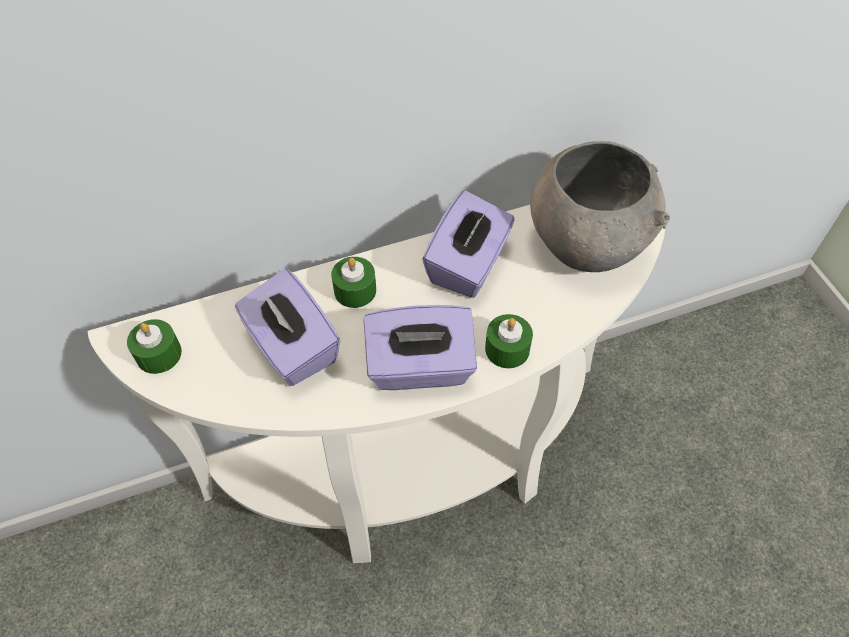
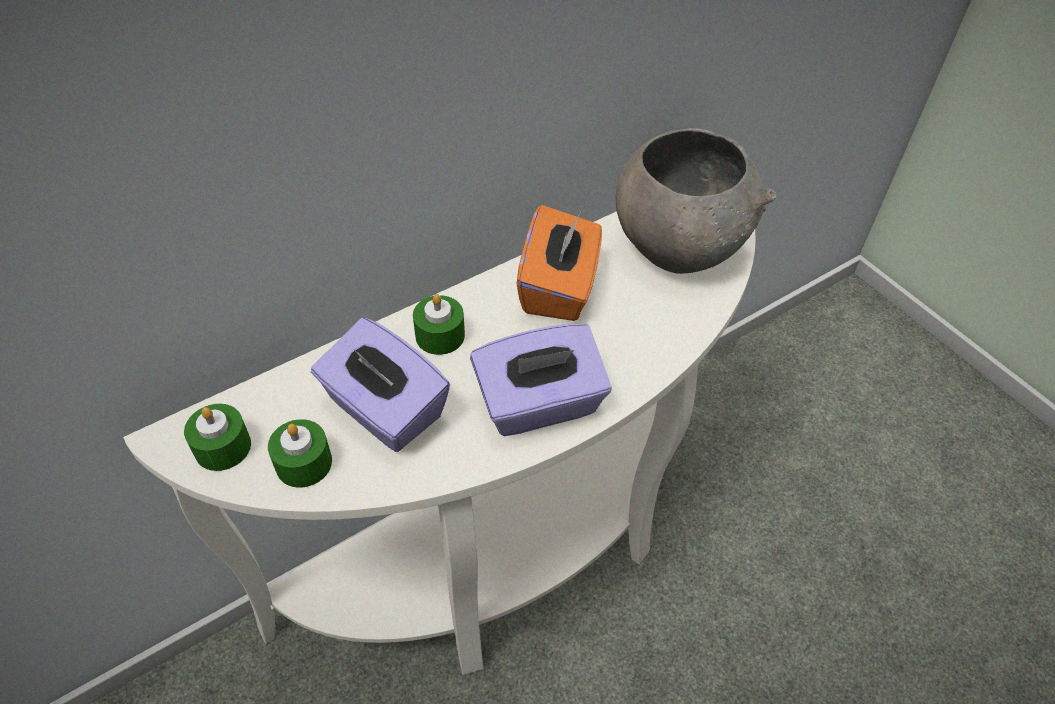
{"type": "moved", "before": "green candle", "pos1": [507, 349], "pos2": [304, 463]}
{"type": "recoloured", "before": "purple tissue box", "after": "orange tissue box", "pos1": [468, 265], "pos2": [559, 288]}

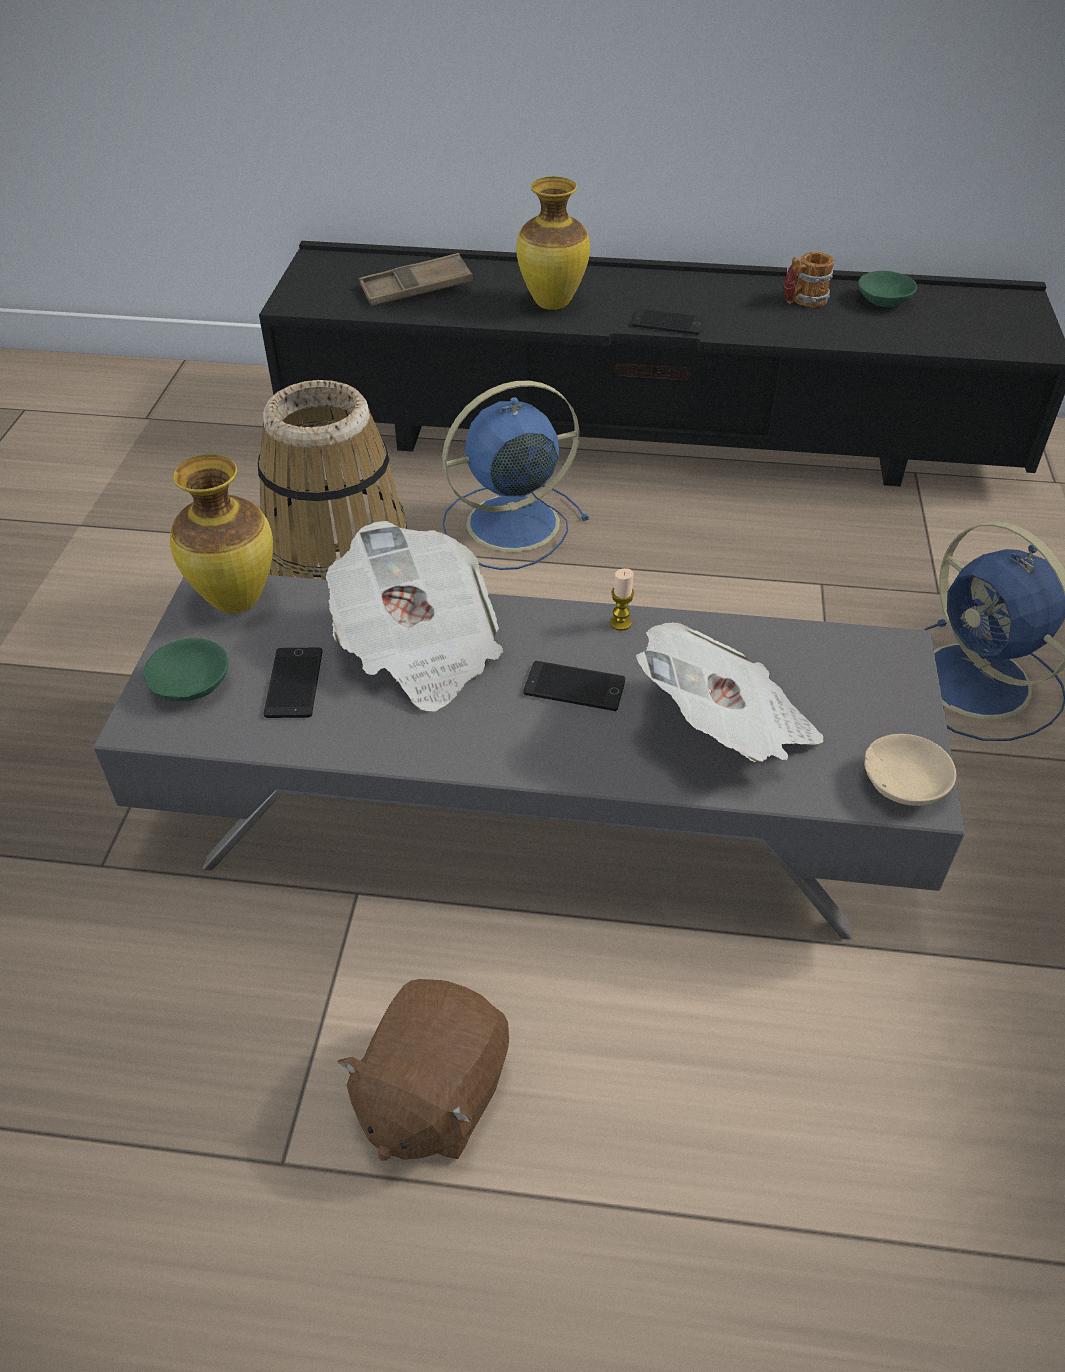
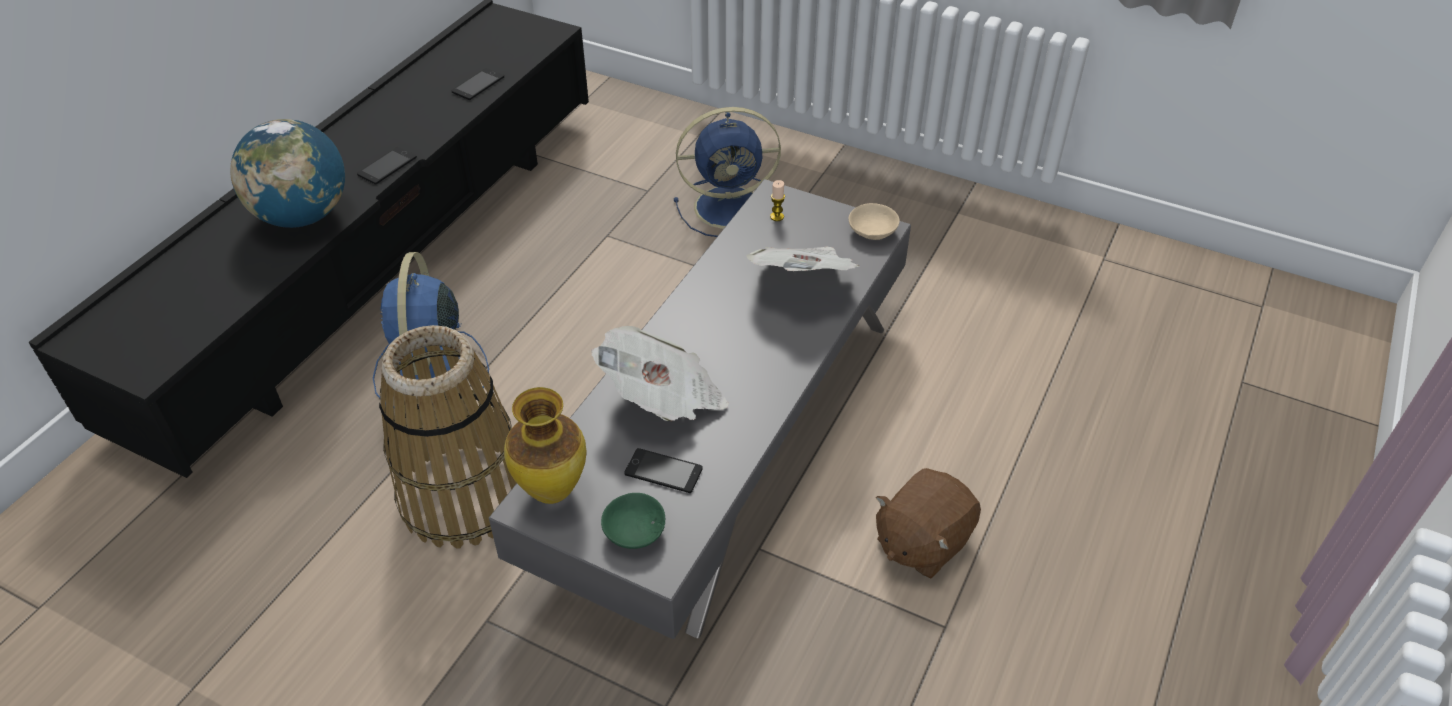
{"type": "removed", "before": "brown tray", "pos1": [416, 289]}
{"type": "removed", "before": "mug", "pos1": [803, 301]}
{"type": "removed", "before": "green bowl", "pos1": [885, 300]}
{"type": "moved", "before": "phone", "pos1": [574, 687], "pos2": [478, 85]}
{"type": "moved", "before": "candle", "pos1": [620, 623], "pos2": [777, 217]}
{"type": "replaced", "before": "vase", "after": "globe", "pos1": [551, 304], "pos2": [303, 216]}
{"type": "turned", "before": "brown plush toy", "pos1": [432, 1094], "pos2": [921, 542], "turn": 90}

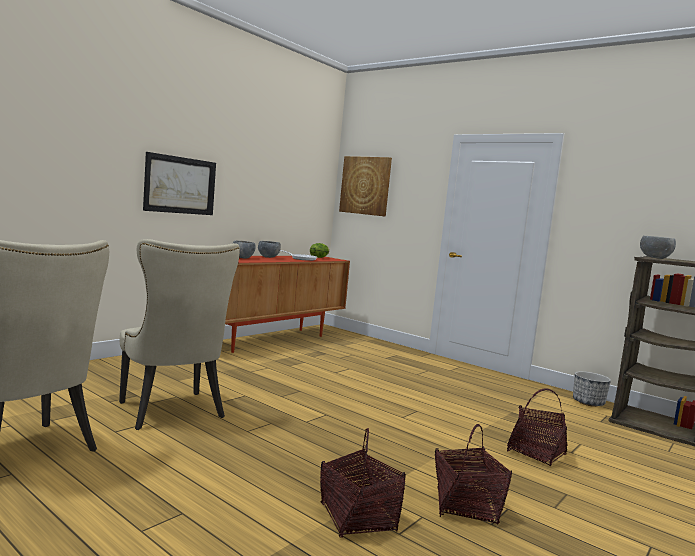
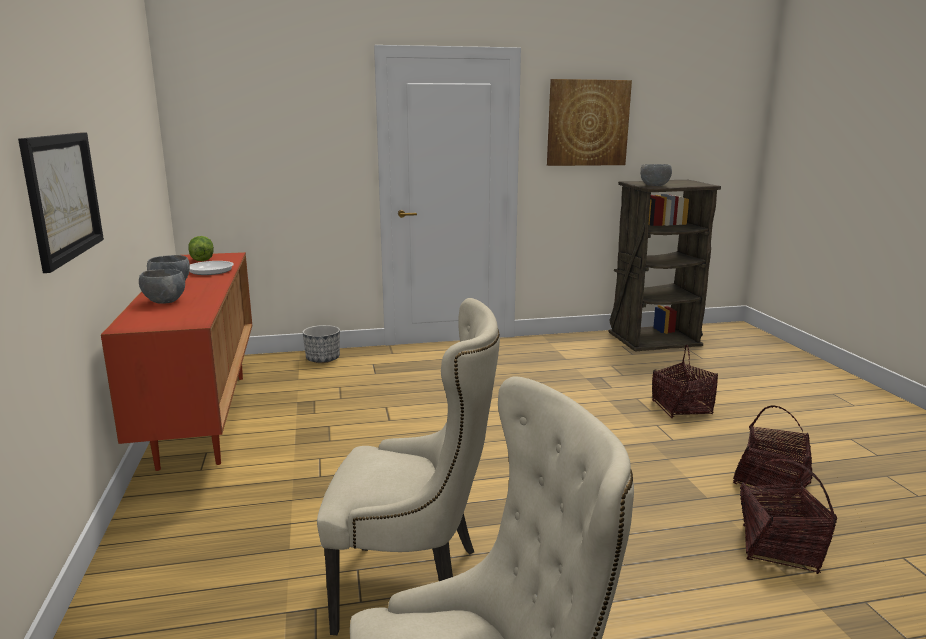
{"type": "moved", "before": "picture", "pos1": [365, 185], "pos2": [587, 123]}
{"type": "moved", "before": "planter", "pos1": [588, 403], "pos2": [323, 359]}

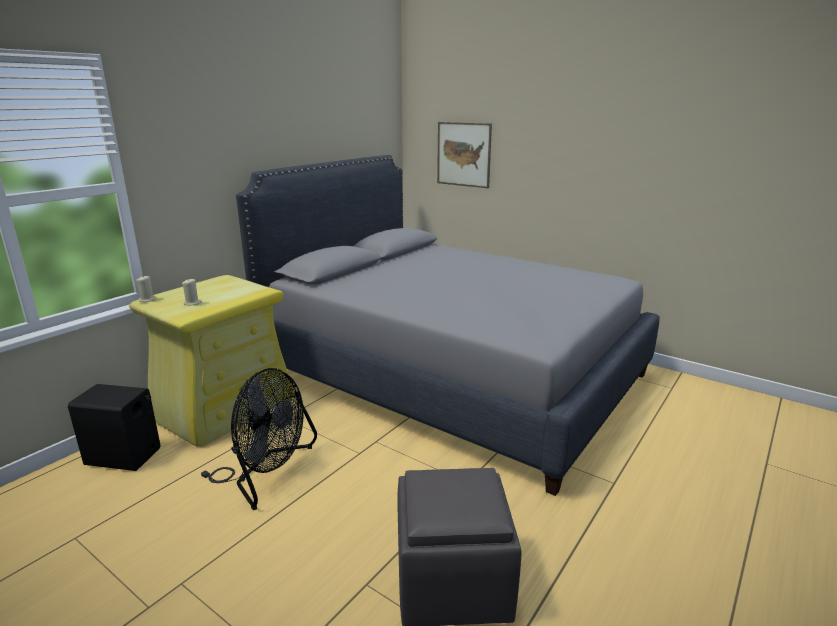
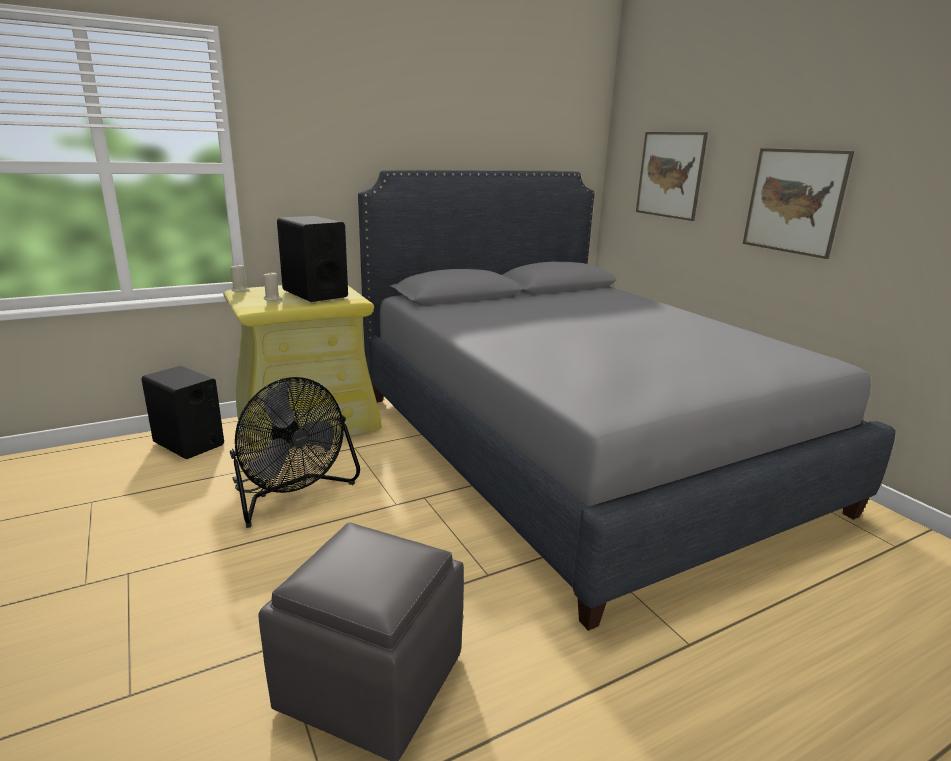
{"type": "added", "after": "black speaker", "pos2": [314, 293]}
{"type": "added", "after": "picture", "pos2": [794, 201]}

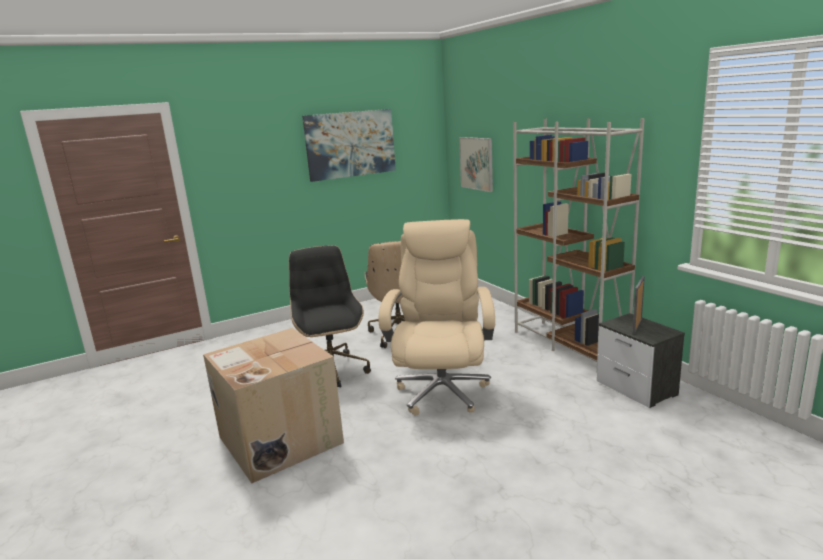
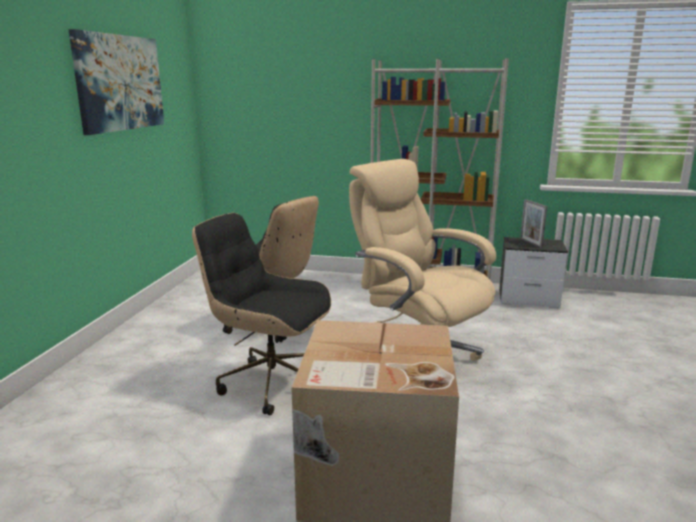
{"type": "removed", "before": "picture", "pos1": [476, 163]}

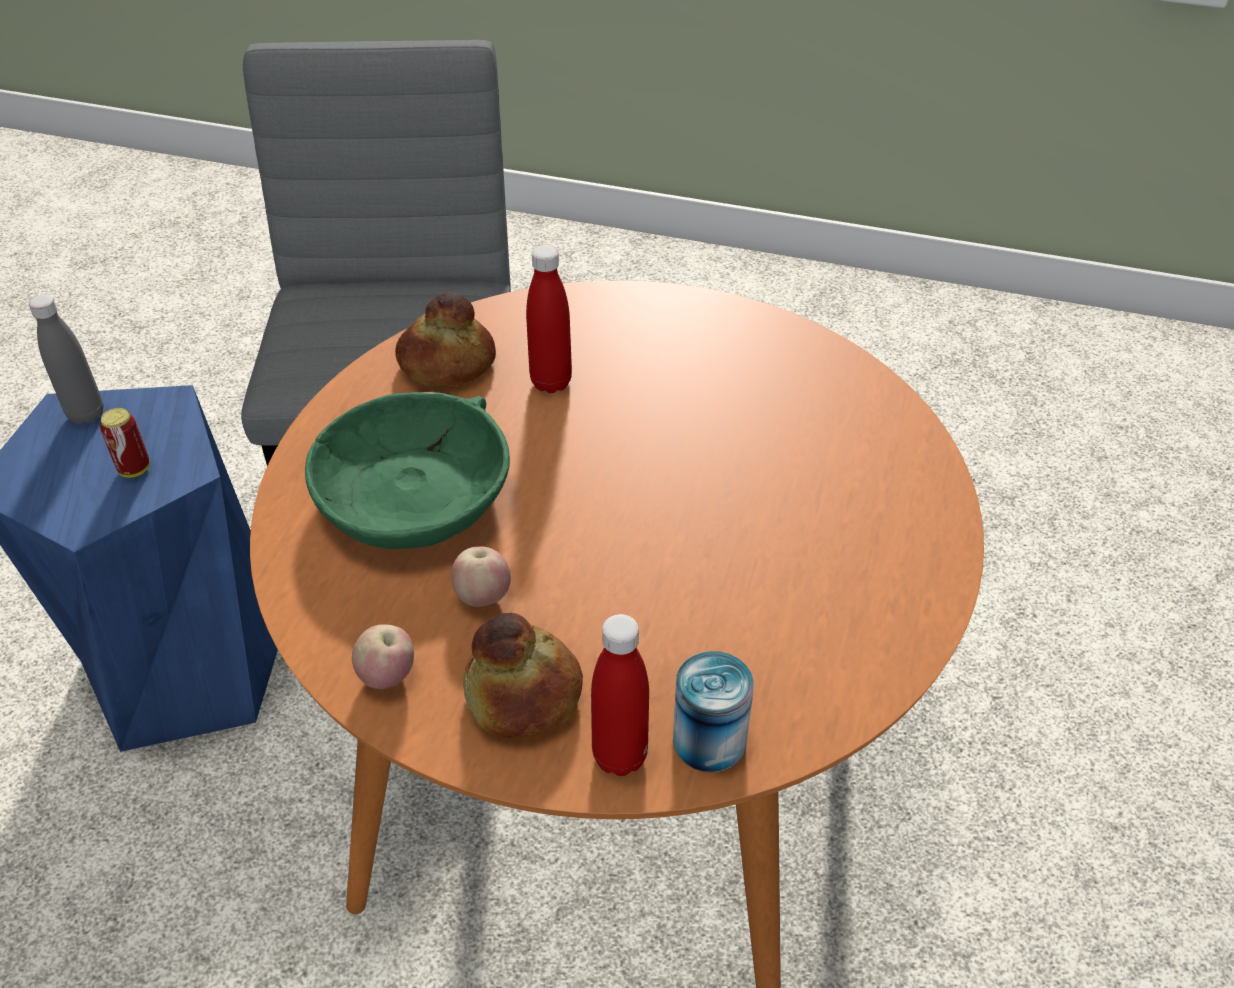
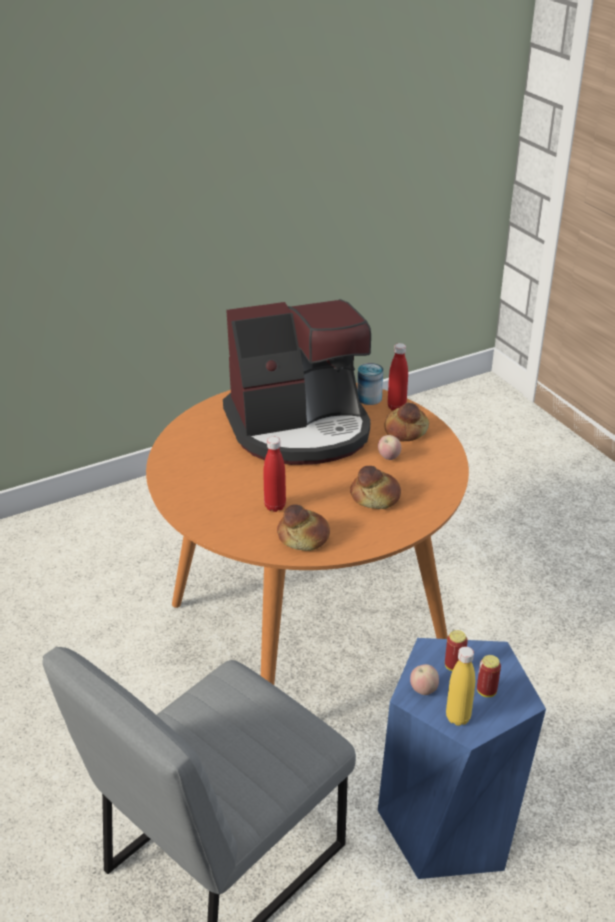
{"type": "added", "after": "coffee machine", "pos2": [300, 429]}
{"type": "added", "after": "can", "pos2": [486, 691]}
{"type": "moved", "before": "apple", "pos1": [387, 676], "pos2": [423, 690]}
{"type": "replaced", "before": "green bowl", "after": "bread", "pos1": [413, 494], "pos2": [375, 498]}
{"type": "recoloured", "before": "grey bottle", "after": "yellow bottle", "pos1": [86, 414], "pos2": [458, 717]}

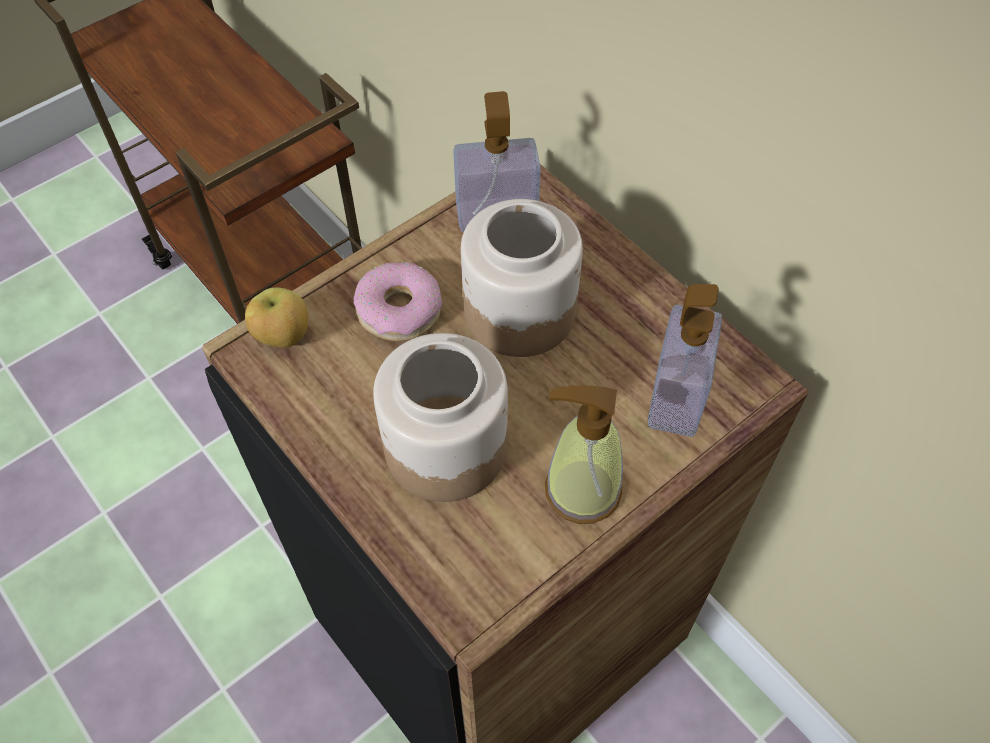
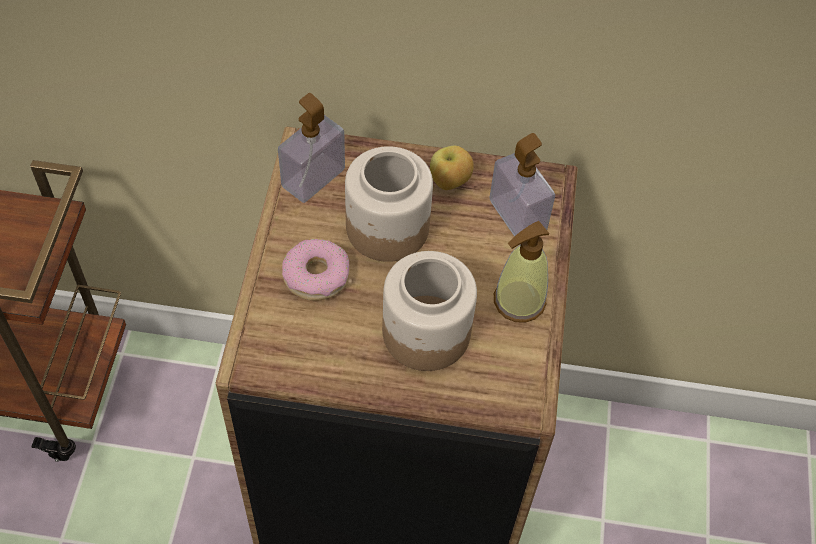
{"type": "moved", "before": "apple", "pos1": [283, 337], "pos2": [449, 182]}

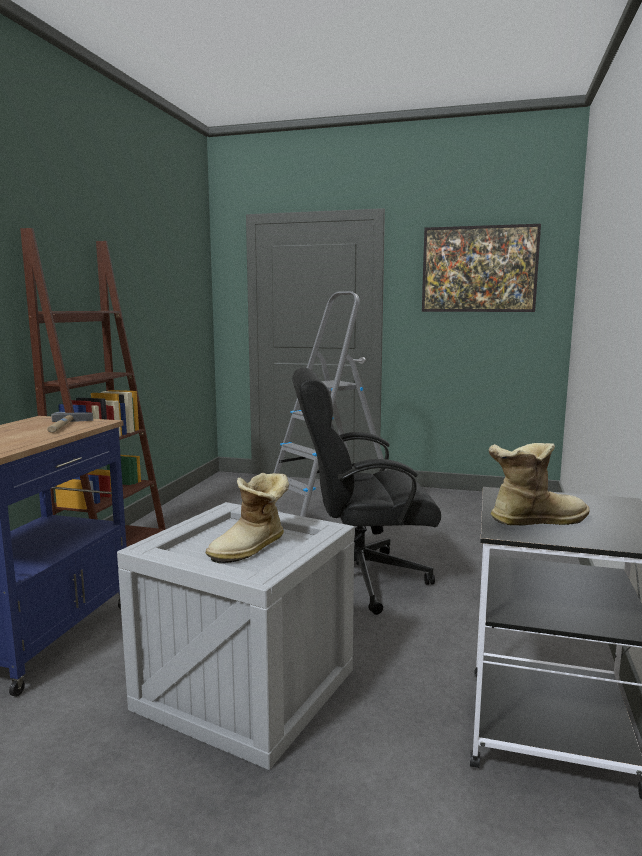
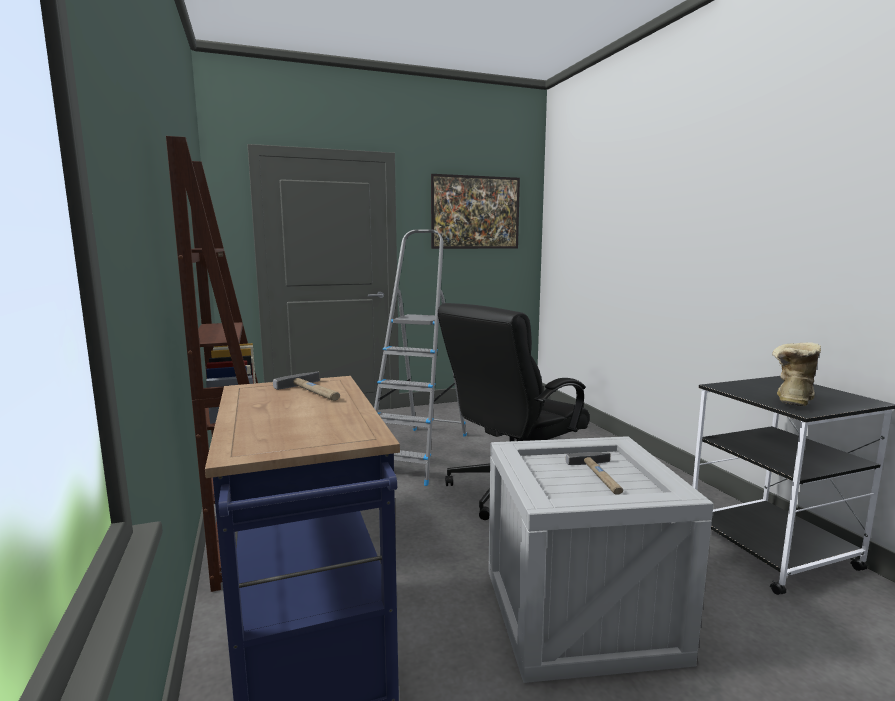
{"type": "replaced", "before": "boot", "after": "hammer", "pos1": [251, 549], "pos2": [602, 476]}

